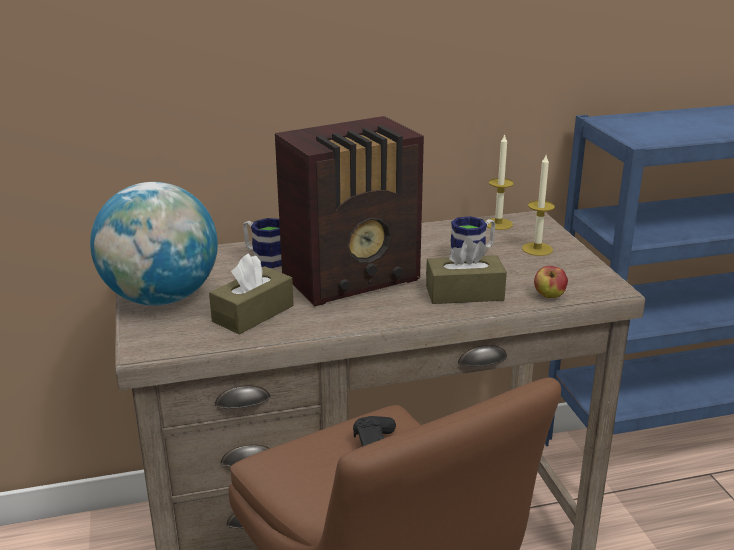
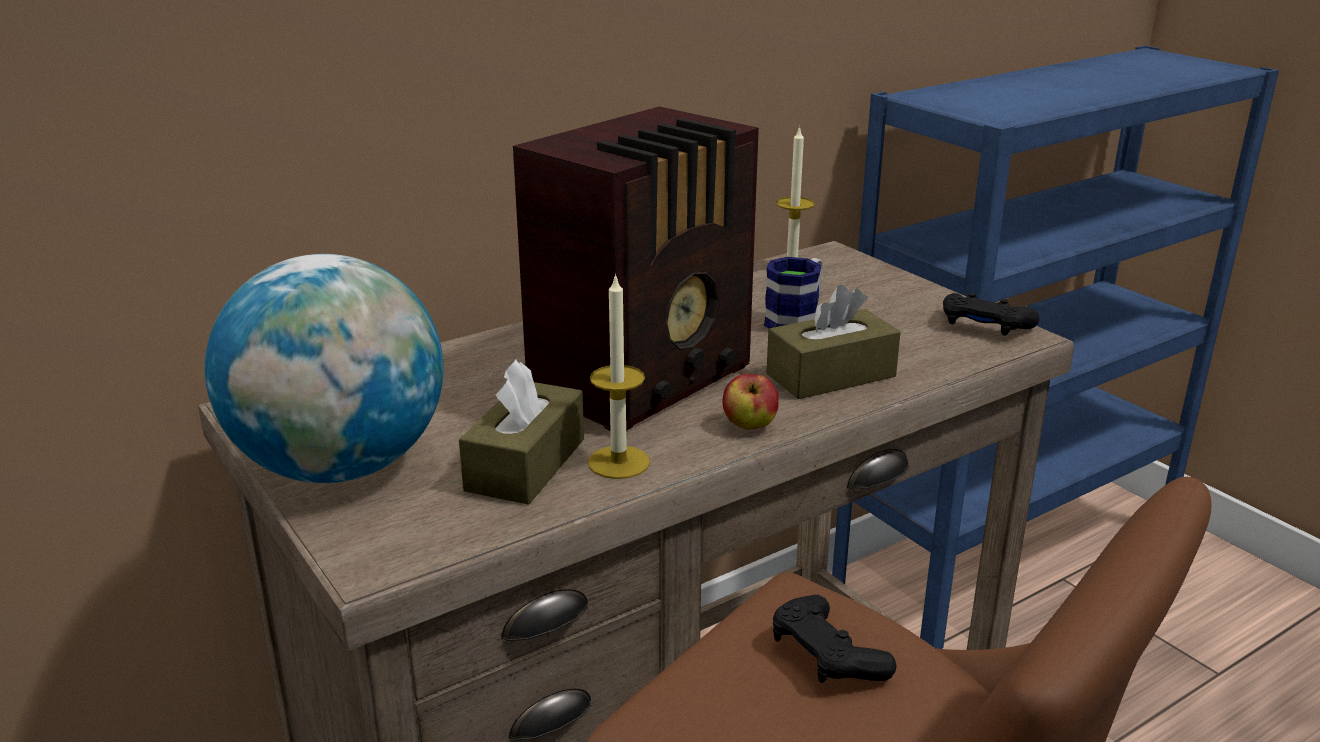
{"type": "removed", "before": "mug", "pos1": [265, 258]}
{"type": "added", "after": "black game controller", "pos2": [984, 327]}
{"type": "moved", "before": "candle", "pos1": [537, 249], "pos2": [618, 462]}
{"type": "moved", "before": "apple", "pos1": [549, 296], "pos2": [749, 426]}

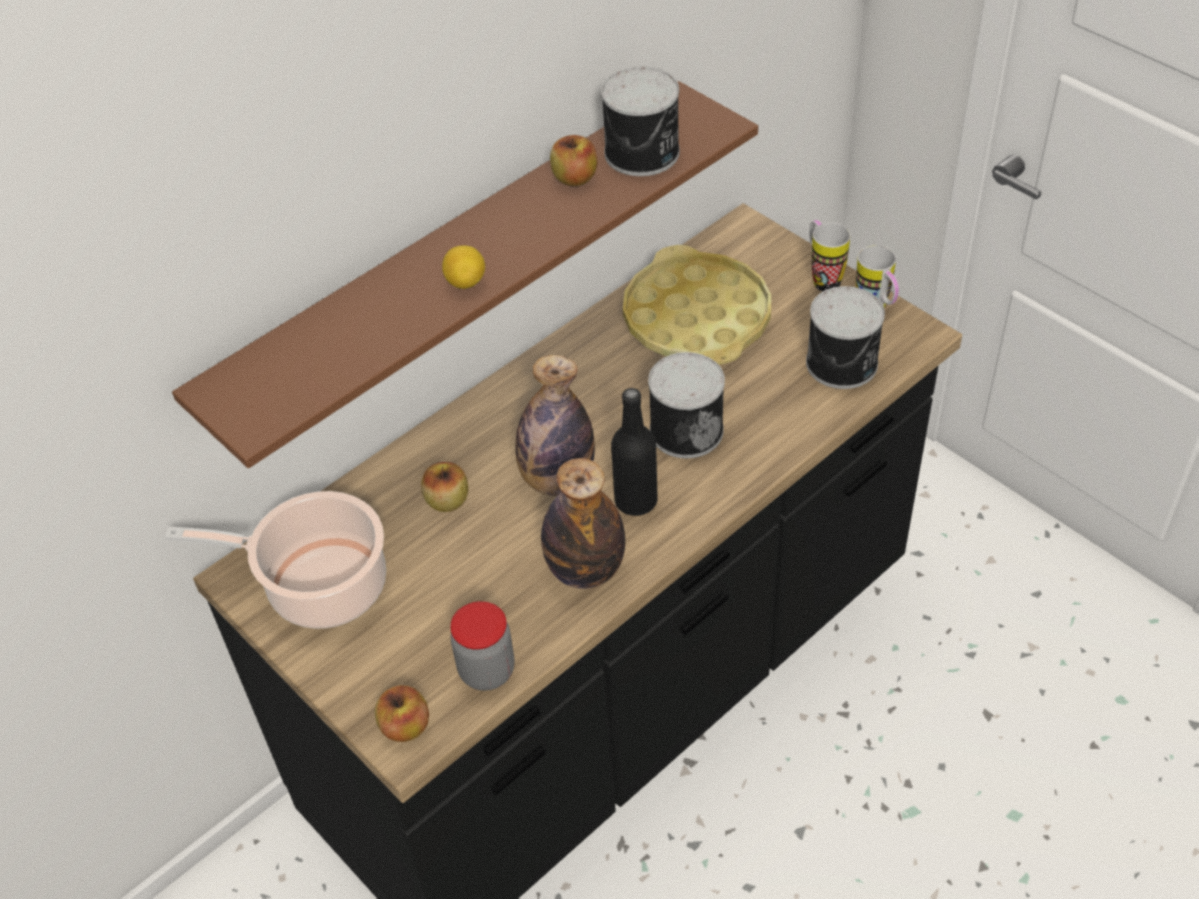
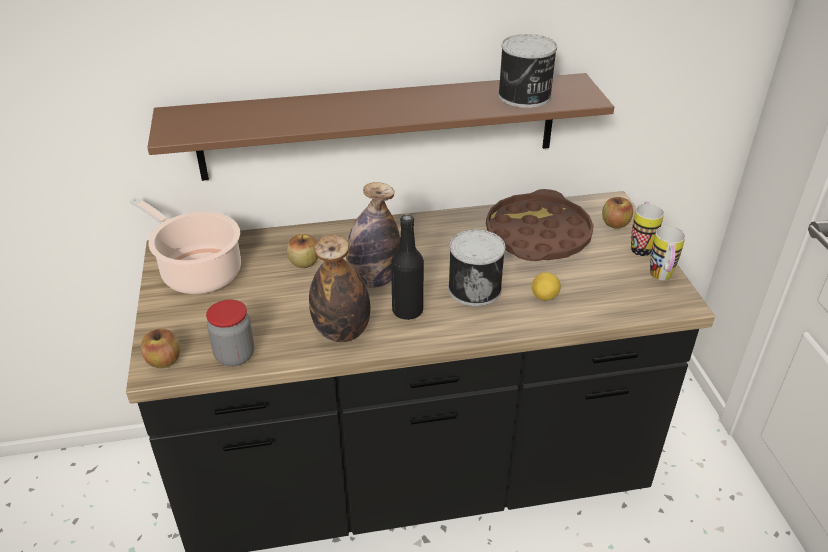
{"type": "removed", "before": "can", "pos1": [843, 364]}
{"type": "moved", "before": "lemon", "pos1": [466, 282], "pos2": [544, 297]}
{"type": "moved", "before": "apple", "pos1": [575, 178], "pos2": [615, 224]}
{"type": "recoloured", "before": "yellow tray", "after": "brown tray", "pos1": [696, 318], "pos2": [537, 235]}

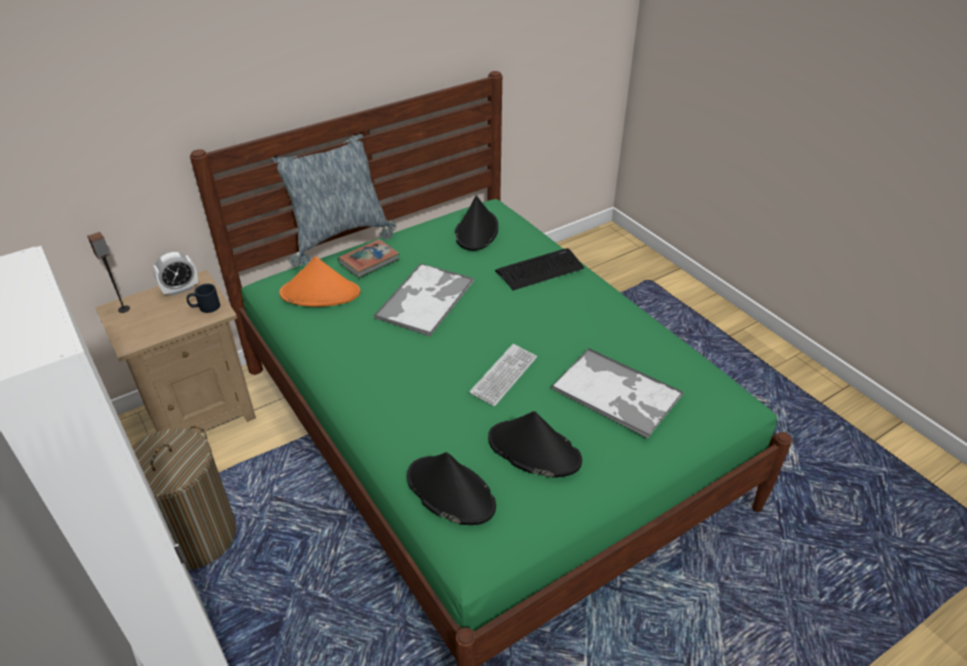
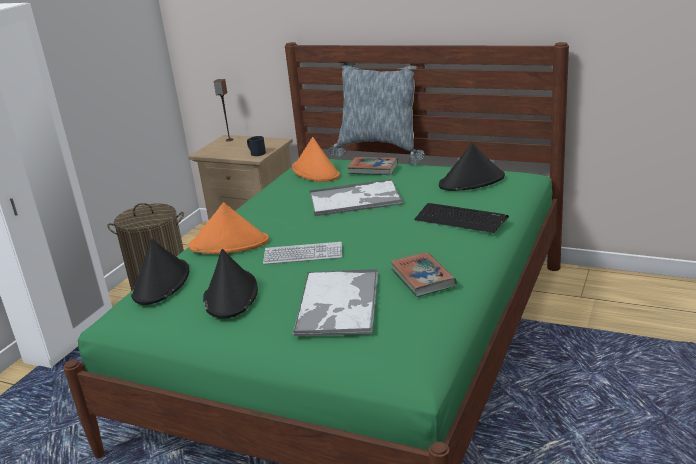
{"type": "removed", "before": "alarm clock", "pos1": [180, 289]}
{"type": "added", "after": "orange hat", "pos2": [229, 244]}
{"type": "added", "after": "book", "pos2": [422, 278]}

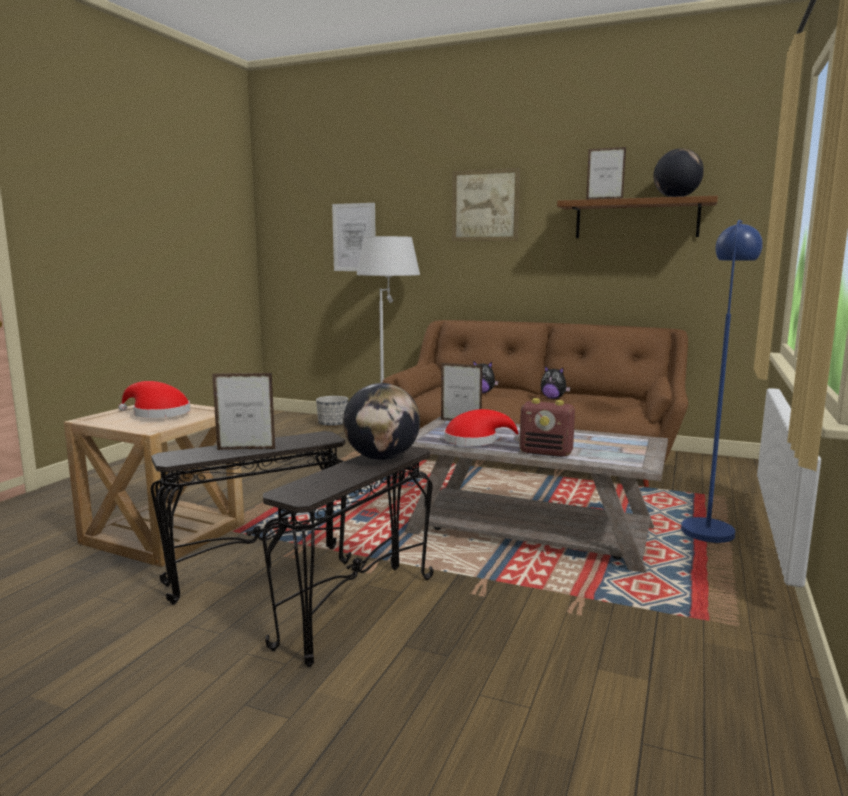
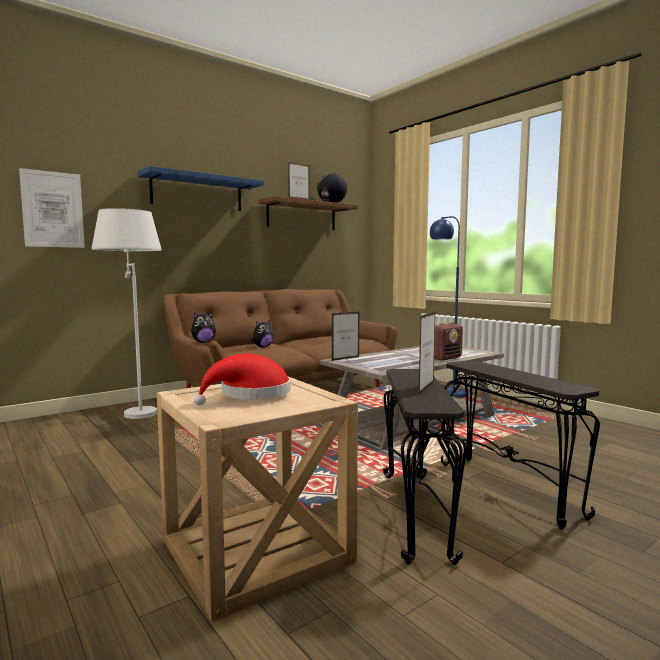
{"type": "removed", "before": "planter", "pos1": [333, 424]}
{"type": "removed", "before": "globe", "pos1": [382, 458]}
{"type": "removed", "before": "red hat", "pos1": [475, 441]}
{"type": "moved", "before": "plush toy", "pos1": [553, 398], "pos2": [203, 342]}
{"type": "replaced", "before": "picture", "after": "blue shelf", "pos1": [485, 205], "pos2": [197, 193]}

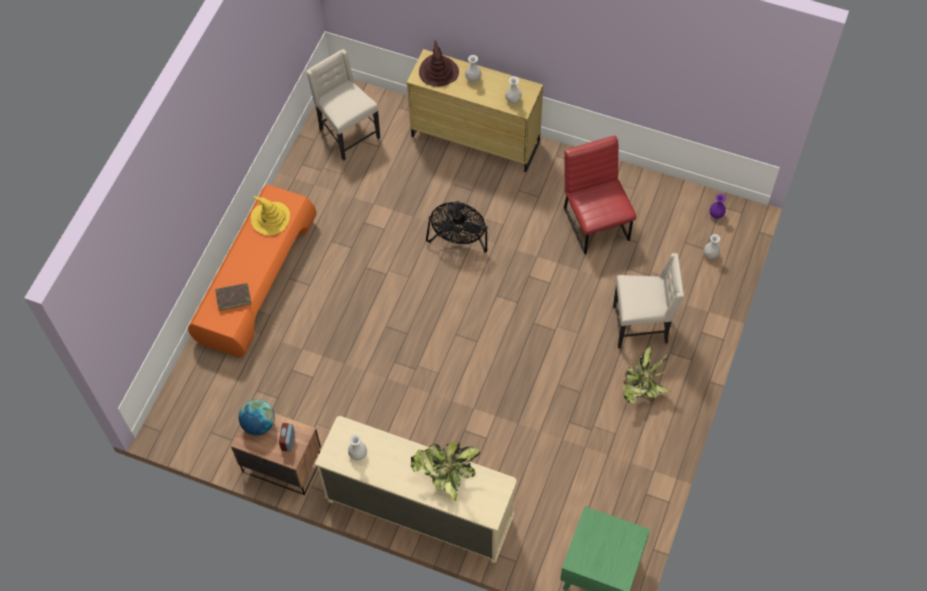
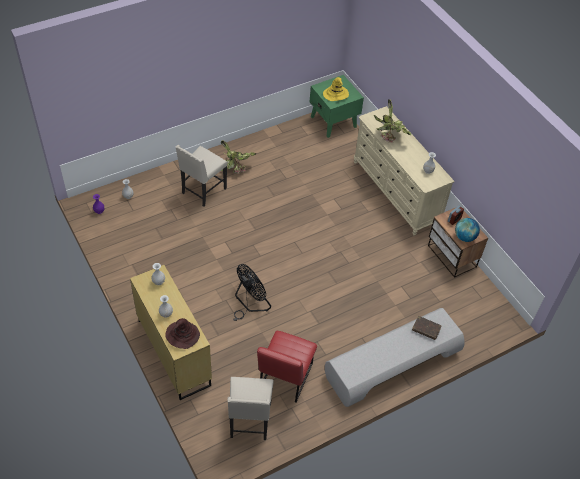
{"type": "moved", "before": "yellow hat", "pos1": [270, 219], "pos2": [336, 94]}
{"type": "moved", "before": "red chair", "pos1": [596, 222], "pos2": [285, 377]}
{"type": "recoloured", "before": "orange bench", "after": "grey bench", "pos1": [256, 280], "pos2": [392, 364]}
{"type": "turned", "before": "beige chair", "pos1": [641, 325], "pos2": [203, 191], "turn": -90}

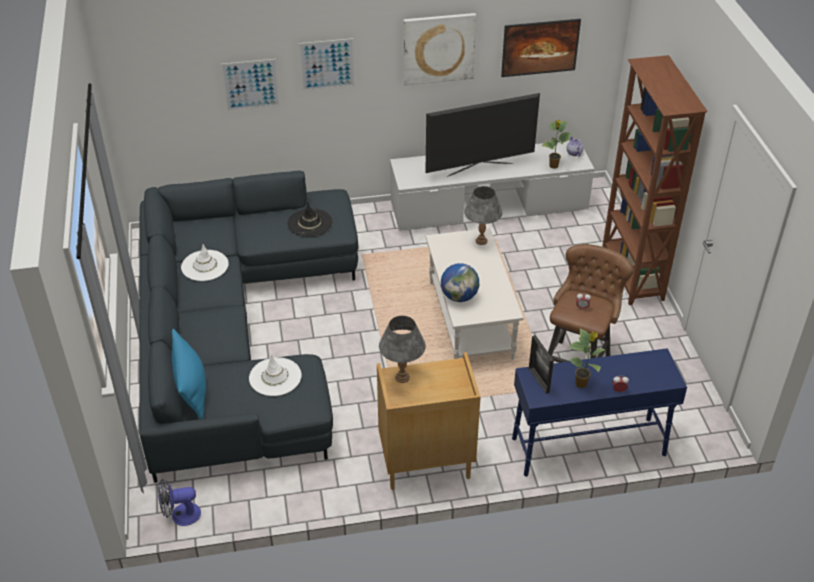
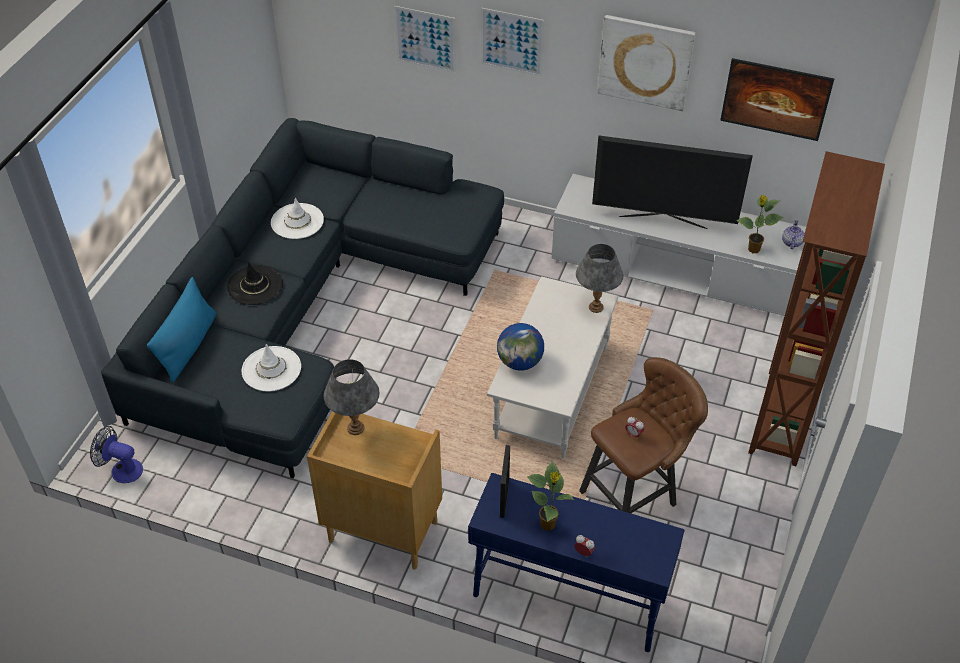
{"type": "moved", "before": "black hat", "pos1": [310, 223], "pos2": [255, 285]}

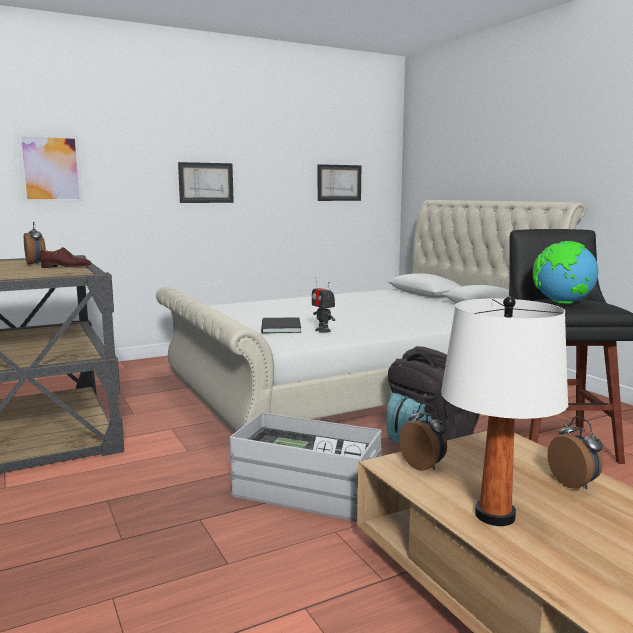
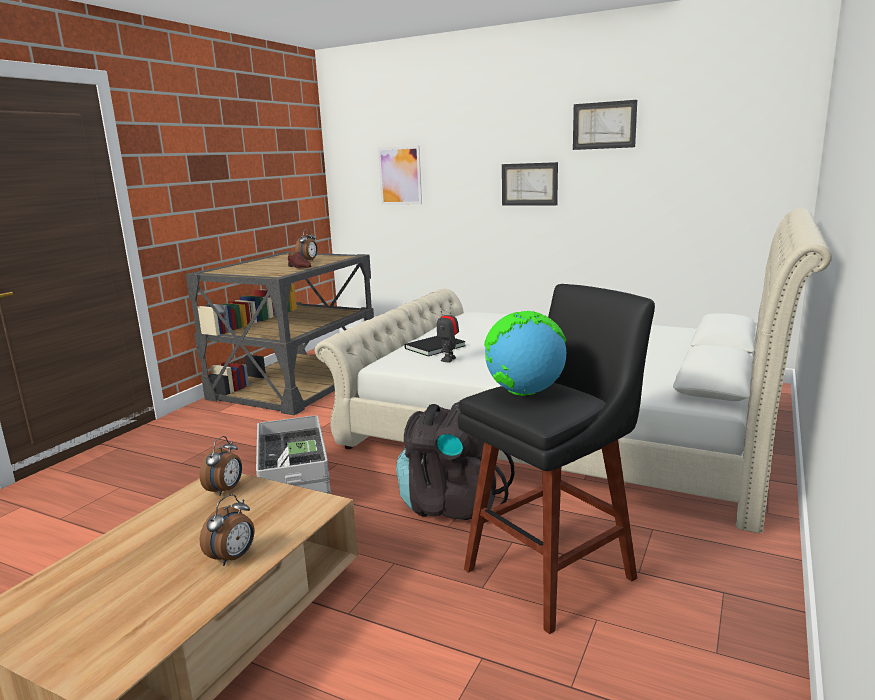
{"type": "removed", "before": "white table lamp", "pos1": [494, 515]}
{"type": "moved", "before": "picture", "pos1": [339, 182], "pos2": [604, 125]}

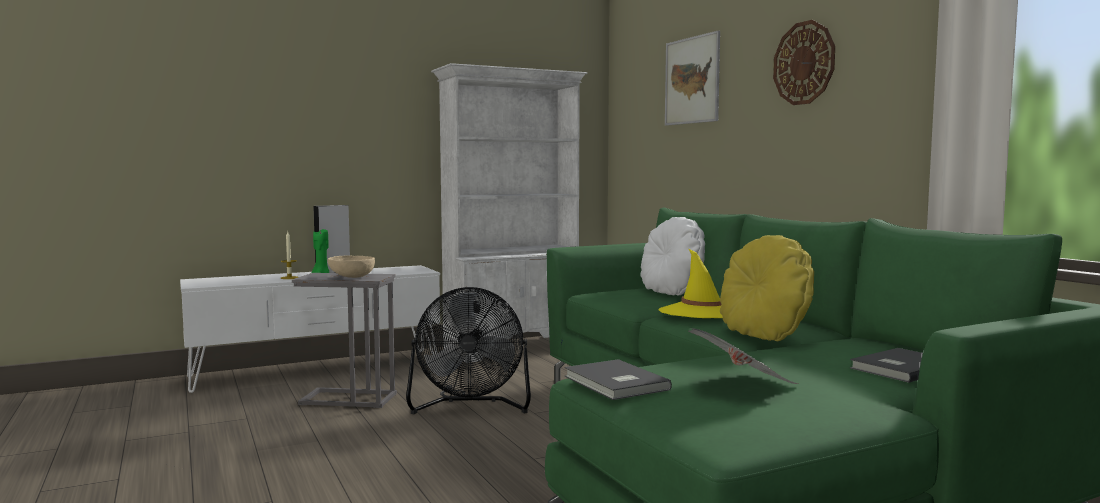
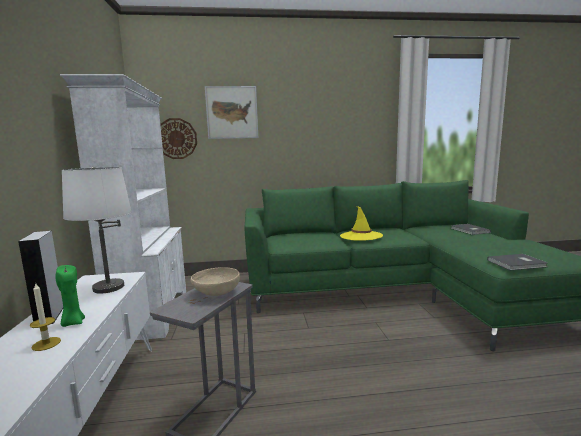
{"type": "removed", "before": "black fan", "pos1": [467, 406]}
{"type": "removed", "before": "white pillow", "pos1": [671, 293]}
{"type": "removed", "before": "newspaper", "pos1": [742, 385]}
{"type": "removed", "before": "yellow pillow", "pos1": [764, 337]}
{"type": "added", "after": "white table lamp", "pos2": [108, 287]}
{"type": "moved", "before": "wall clock", "pos1": [804, 63], "pos2": [176, 138]}

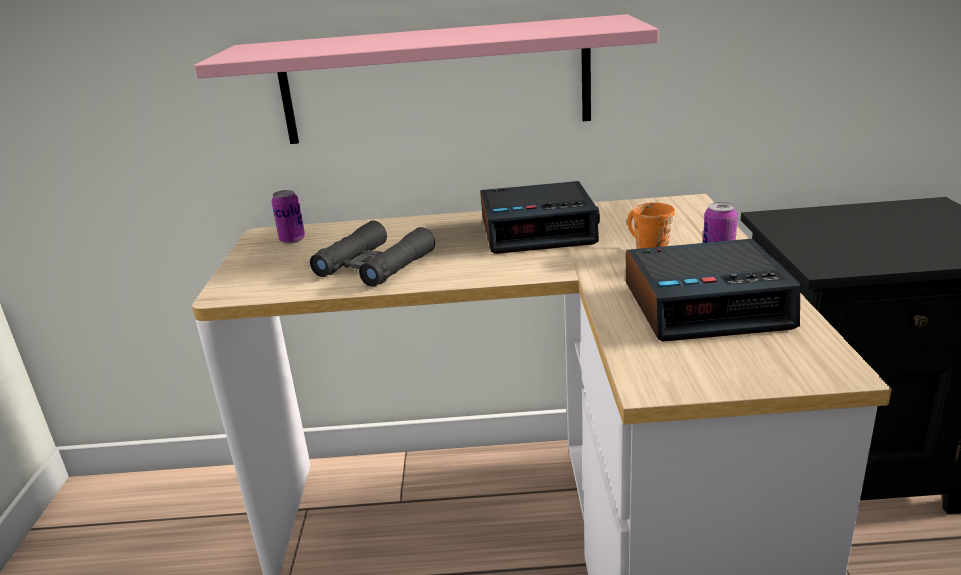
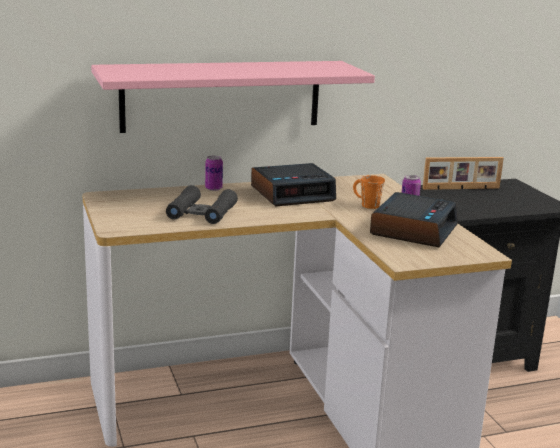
{"type": "added", "after": "picture frame", "pos2": [461, 189]}
{"type": "moved", "before": "can", "pos1": [292, 240], "pos2": [213, 188]}
{"type": "turned", "before": "alarm clock", "pos1": [706, 305], "pos2": [413, 229], "turn": -45}

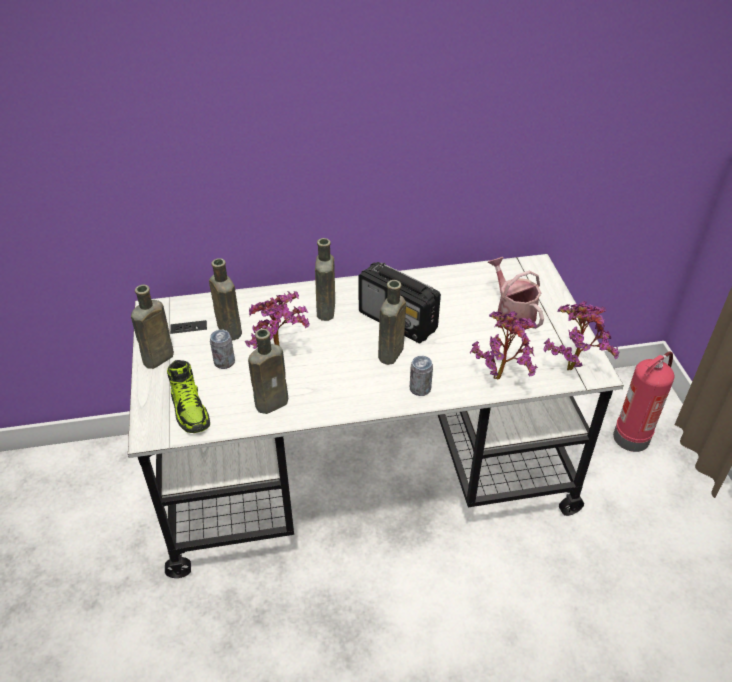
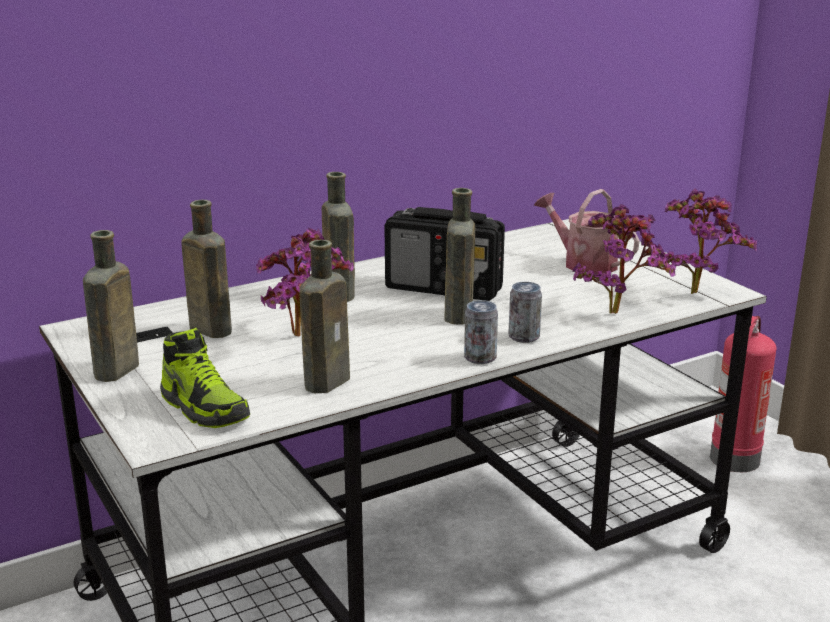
{"type": "moved", "before": "can", "pos1": [224, 362], "pos2": [480, 358]}

